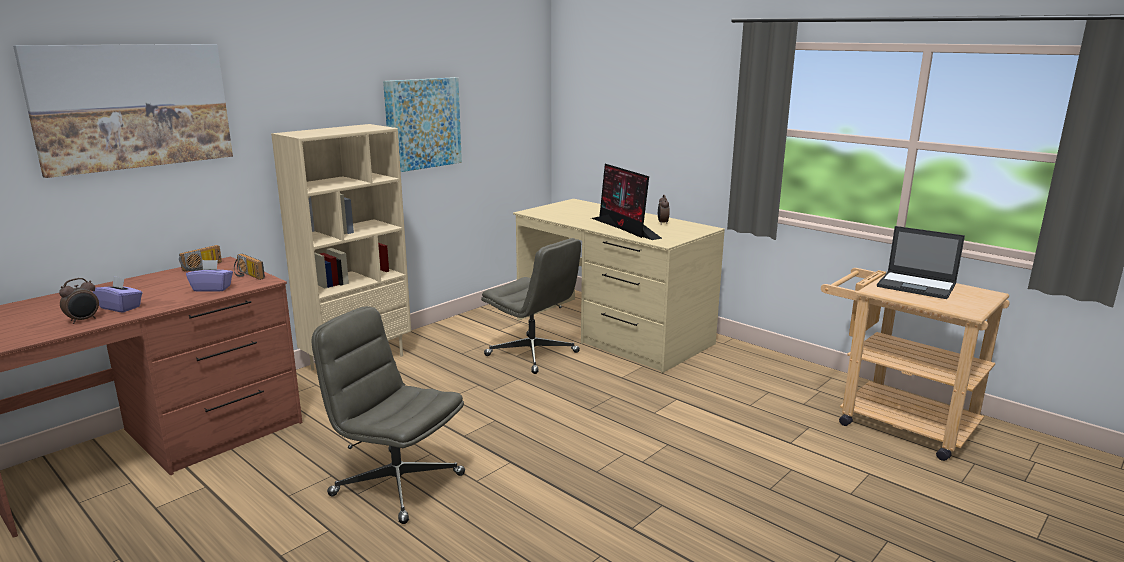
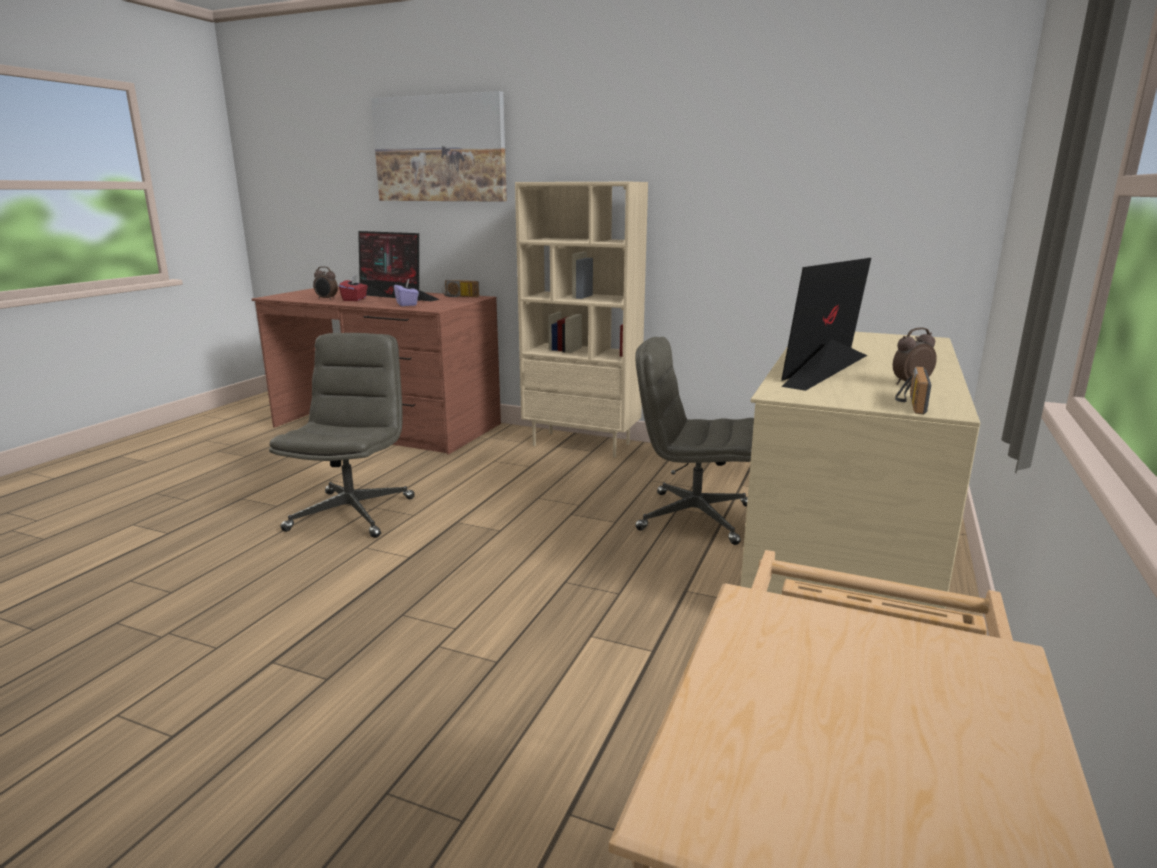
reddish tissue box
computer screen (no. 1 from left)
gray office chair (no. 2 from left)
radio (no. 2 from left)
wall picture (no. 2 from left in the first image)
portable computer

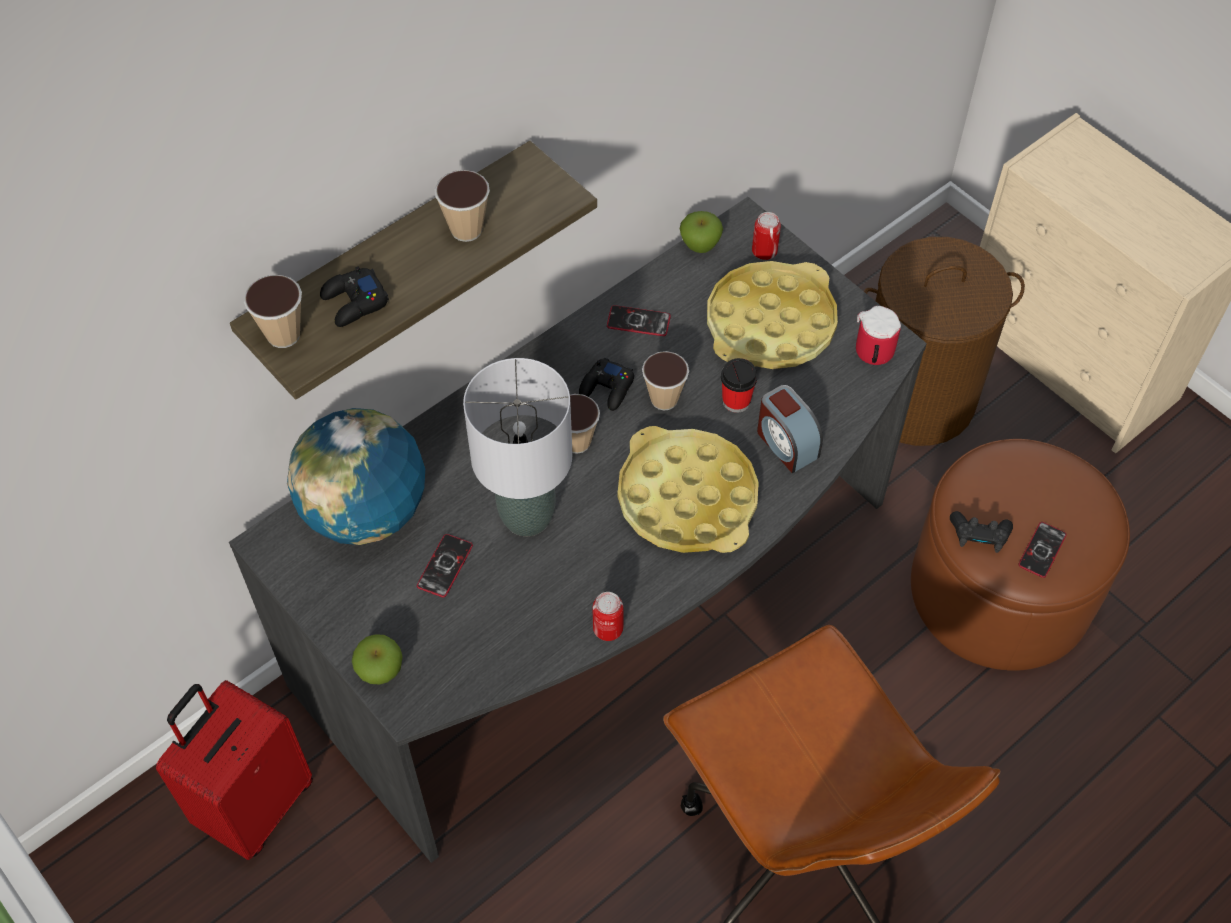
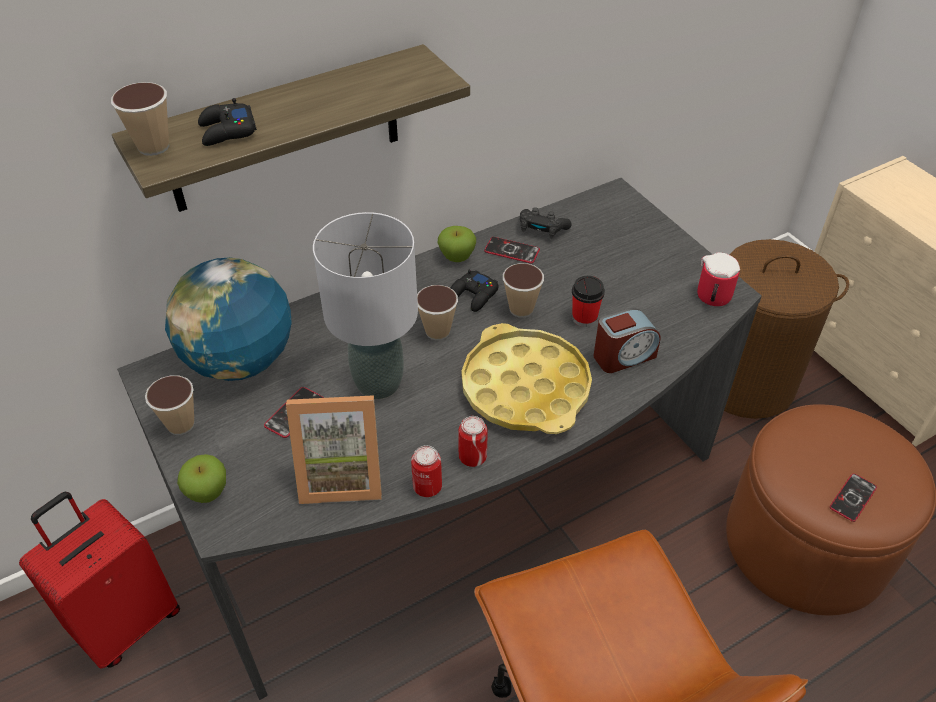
small cup (no. 2 from left)
picture frame
apple fruit (no. 2 from left)
metal can (no. 2 from left)
black game controller (no. 3 from left)
table clock
yellow-coloured serving tray (no. 2 from left in the first image)

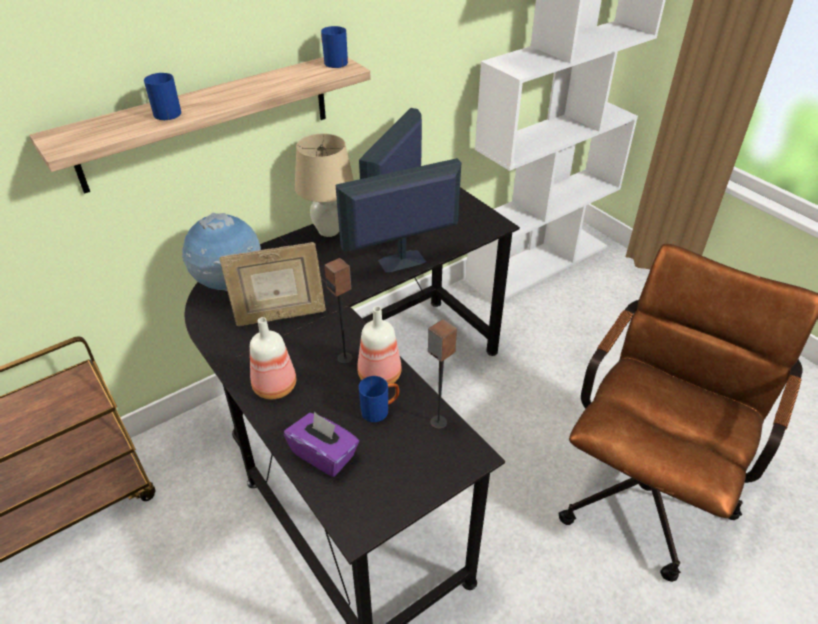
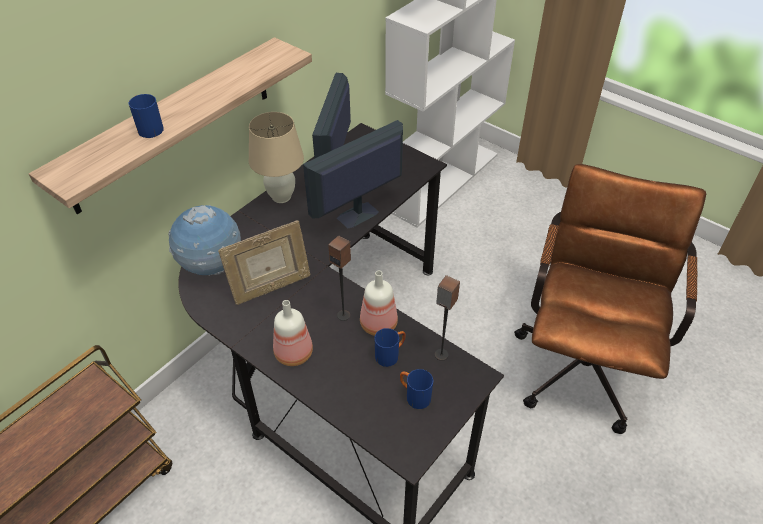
bluish tea mug (no. 3 from left)
purplish tissue box

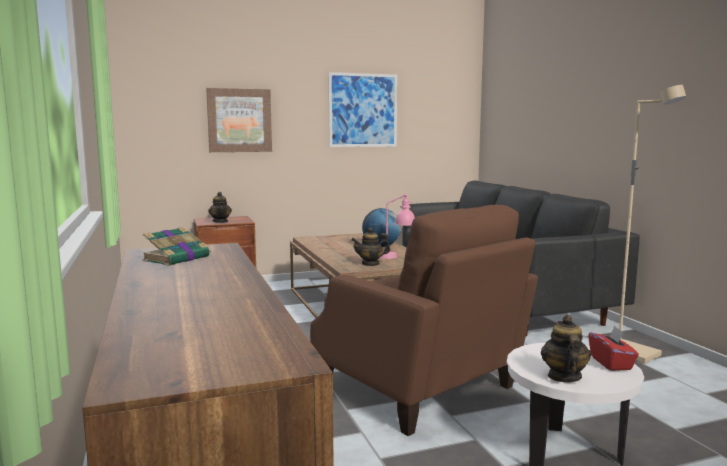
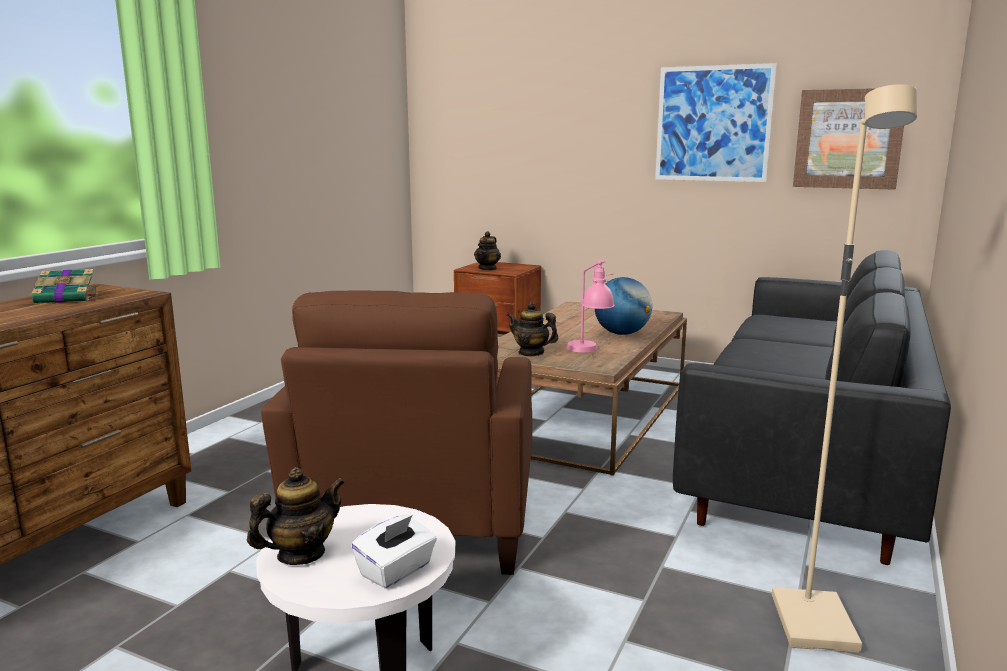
white tissue box
wall picture (no. 2 from left)

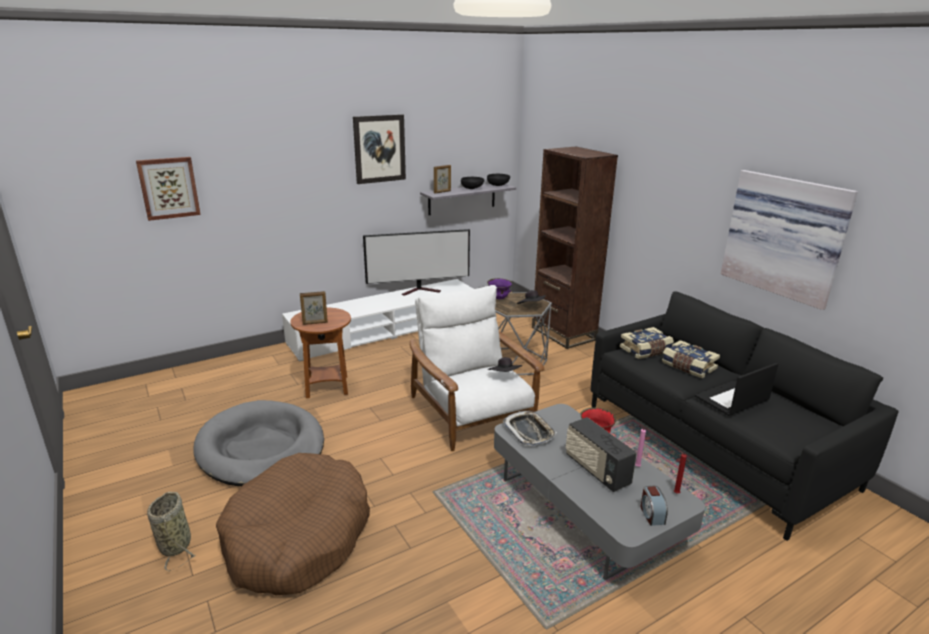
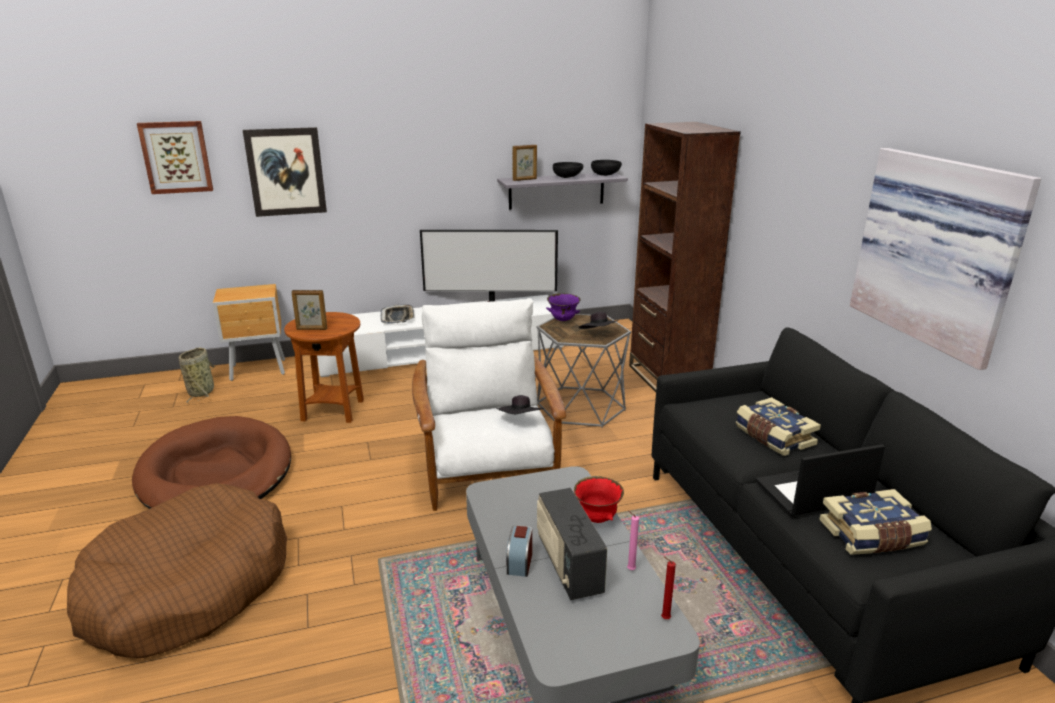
brown-coloured dog bed (no. 2 from left)
basket
brown-coloured bedside table
wall picture (no. 2 from left)
serving tray
table clock
book (no. 2 from left)

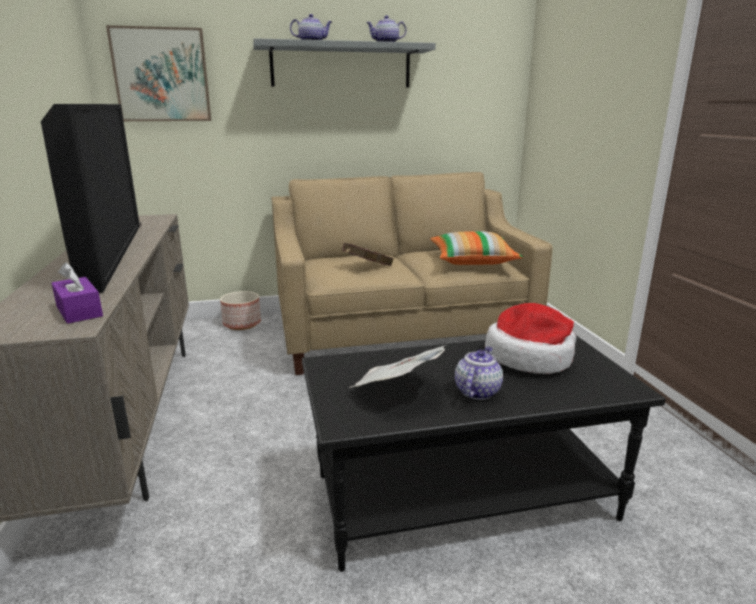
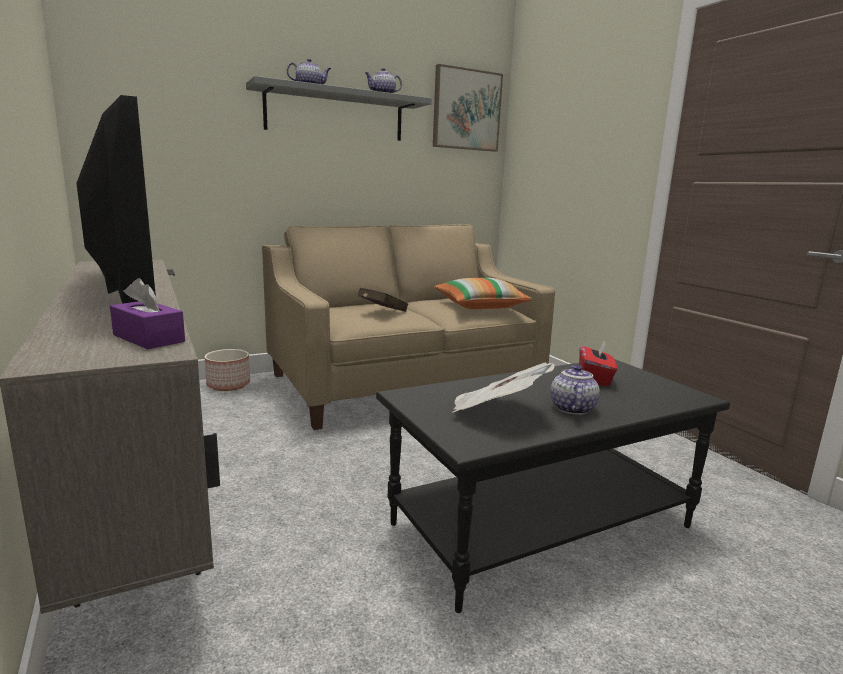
wall picture
reddish tissue box

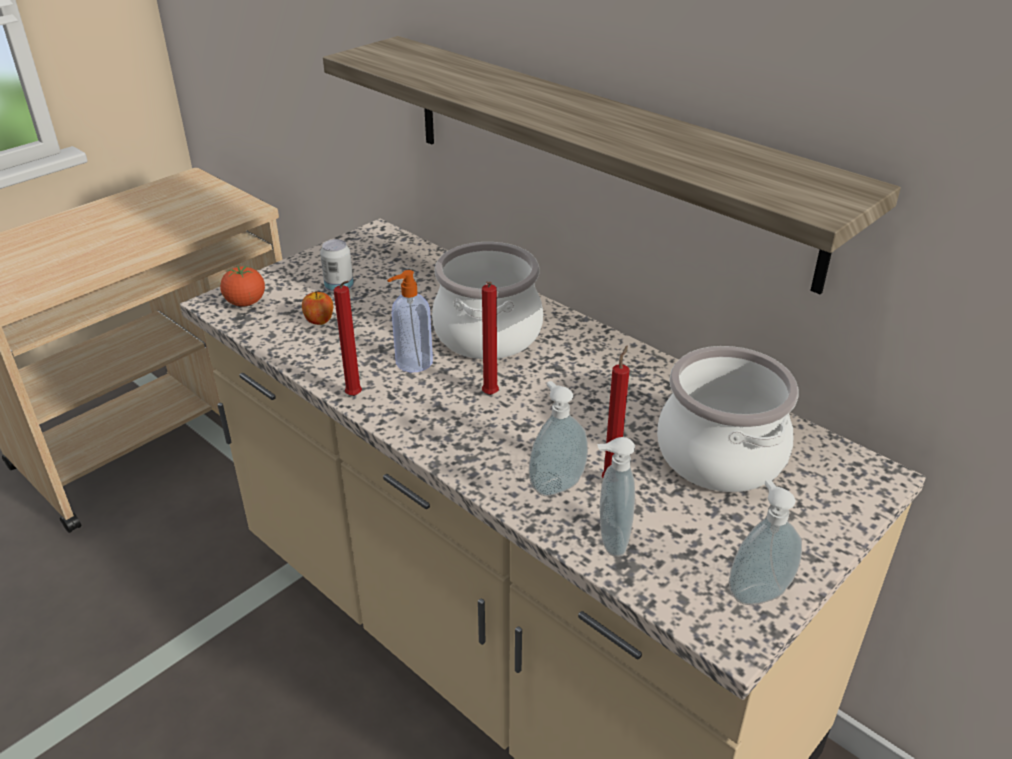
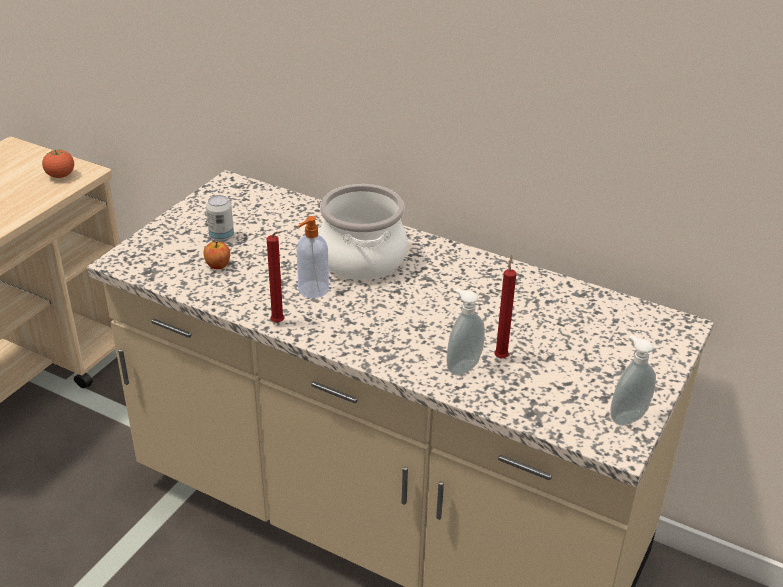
whole tomato
shelf
reddish wax light (no. 2 from left in the first image)
soap bottle (no. 3 from left in the first image)
saucepot (no. 2 from left in the first image)

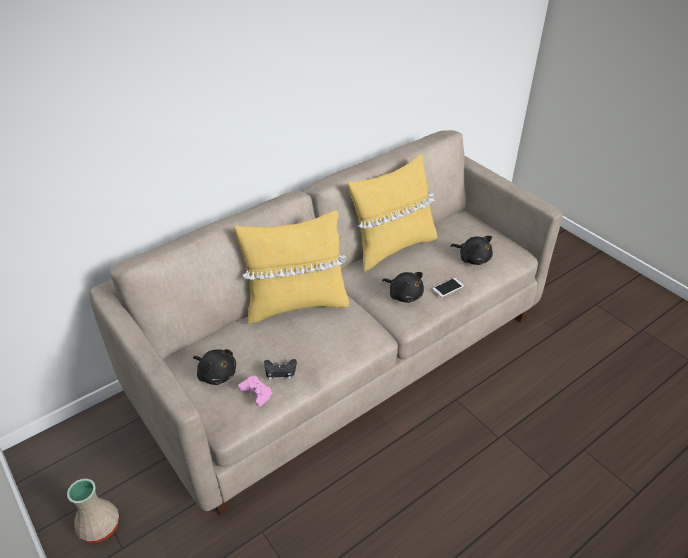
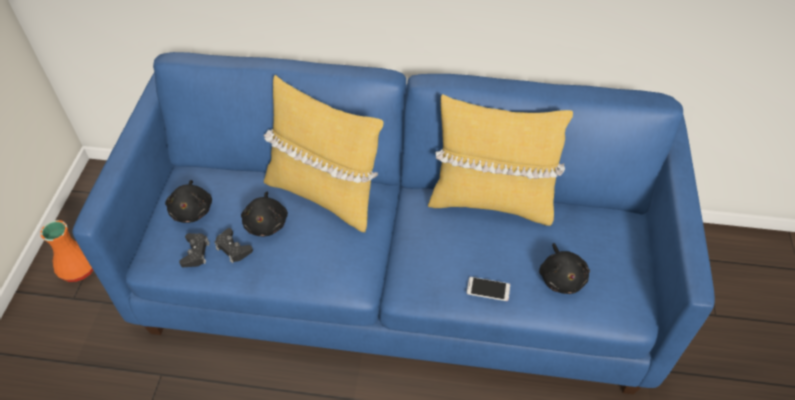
orange decorative vase
bluish couch
black game controller (no. 1 from left)
black cuddly toy (no. 2 from left)

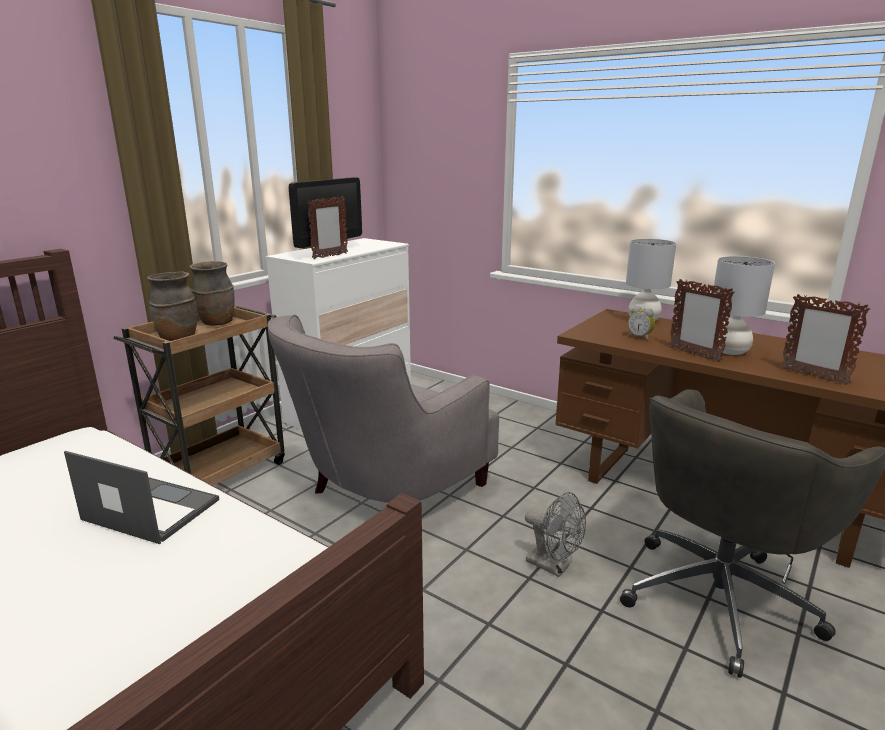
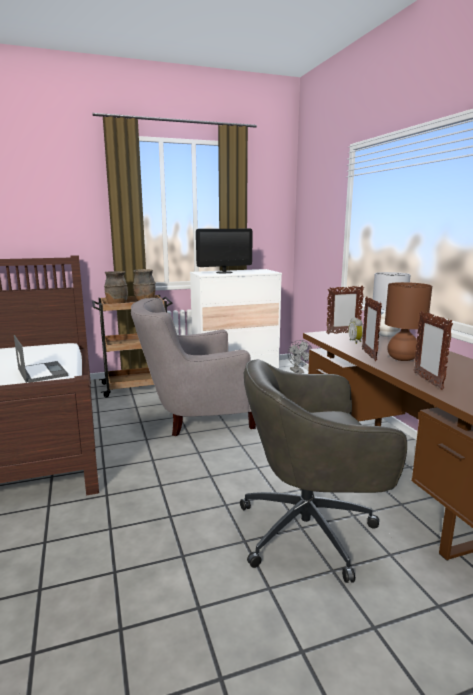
gray fan
picture frame (no. 1 from left)
brown-coloured table lamp

